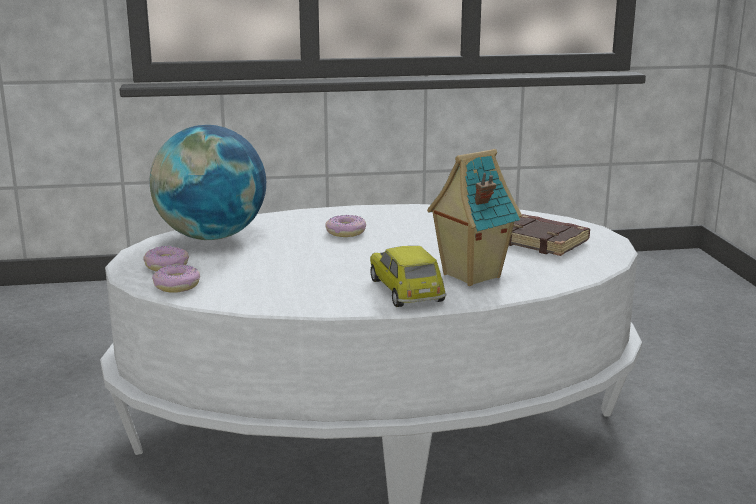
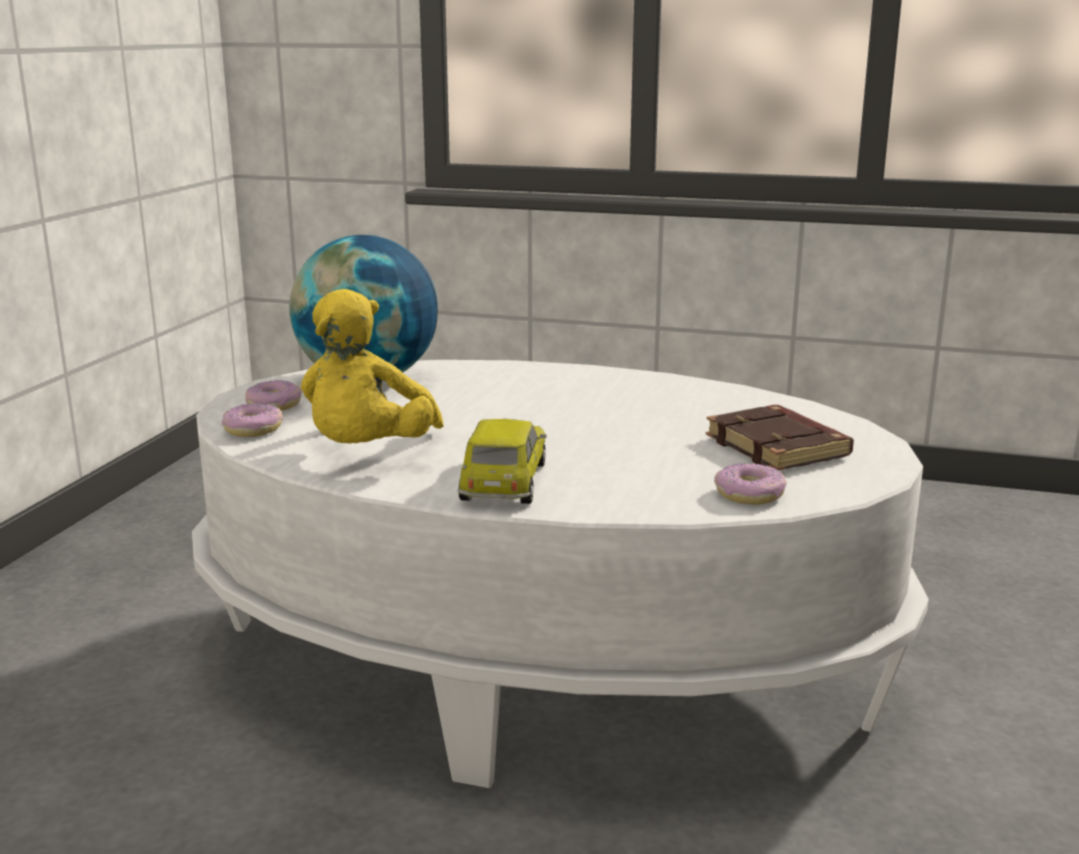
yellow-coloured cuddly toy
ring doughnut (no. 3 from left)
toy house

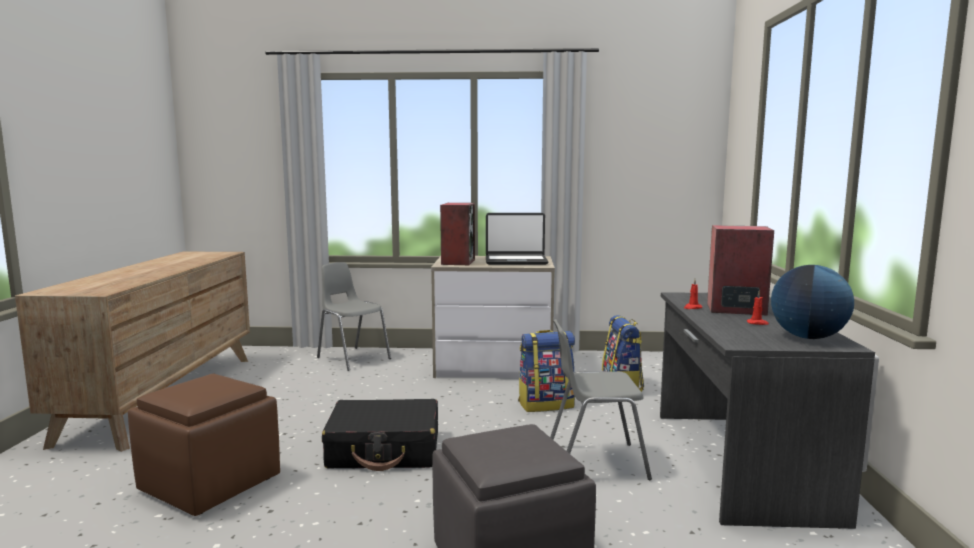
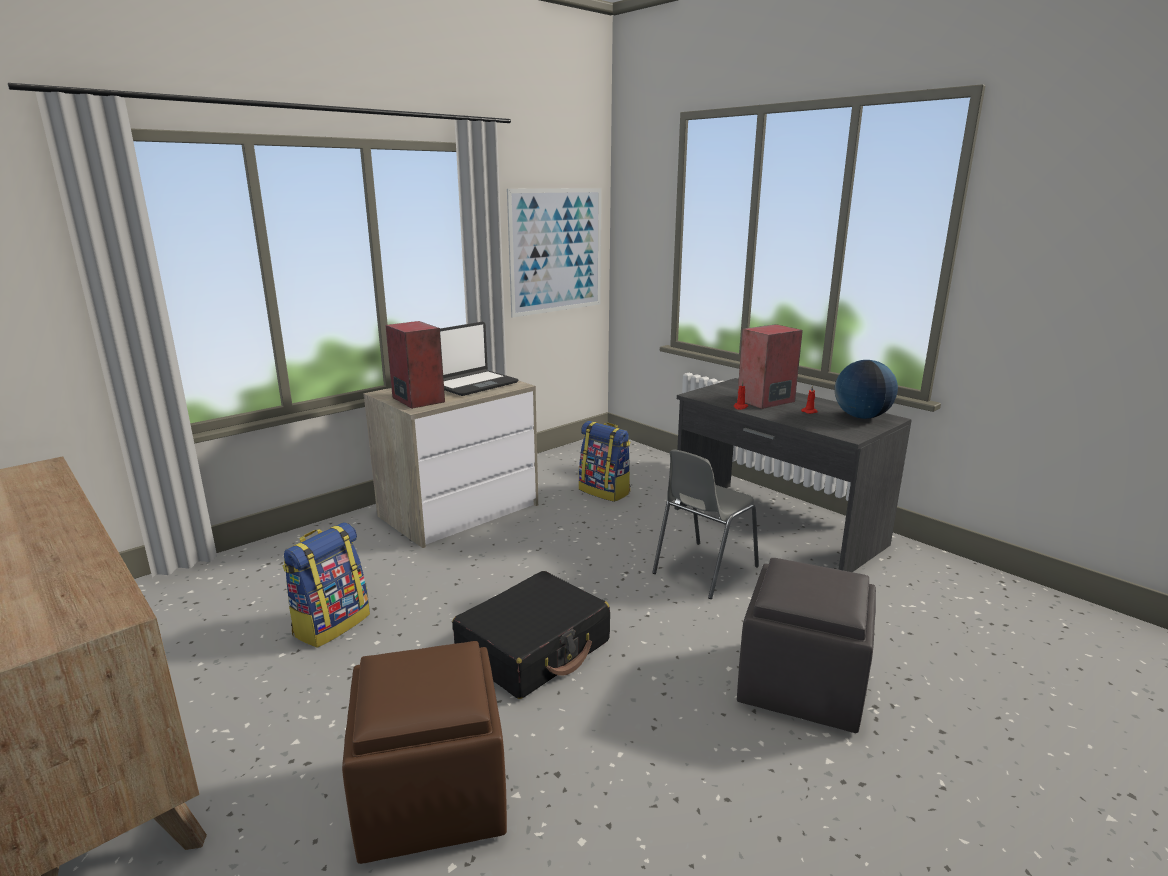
rucksack (no. 1 from left)
wall picture
gray plain chair (no. 1 from left in the first image)

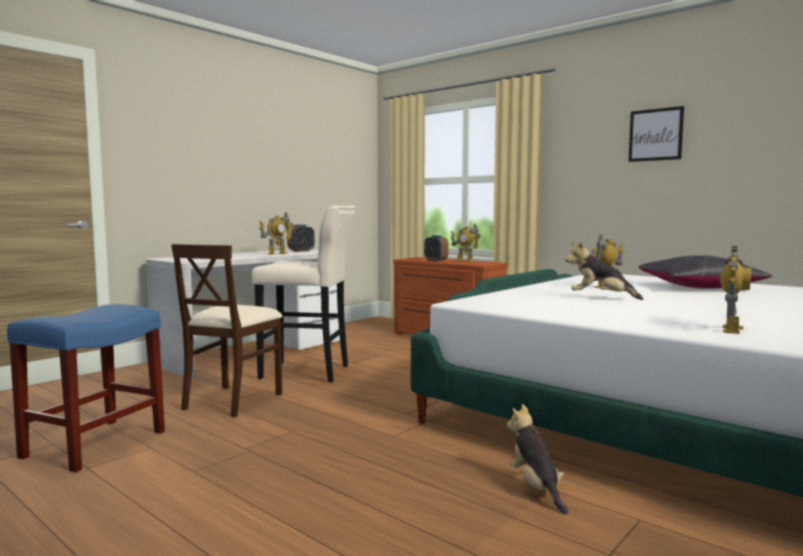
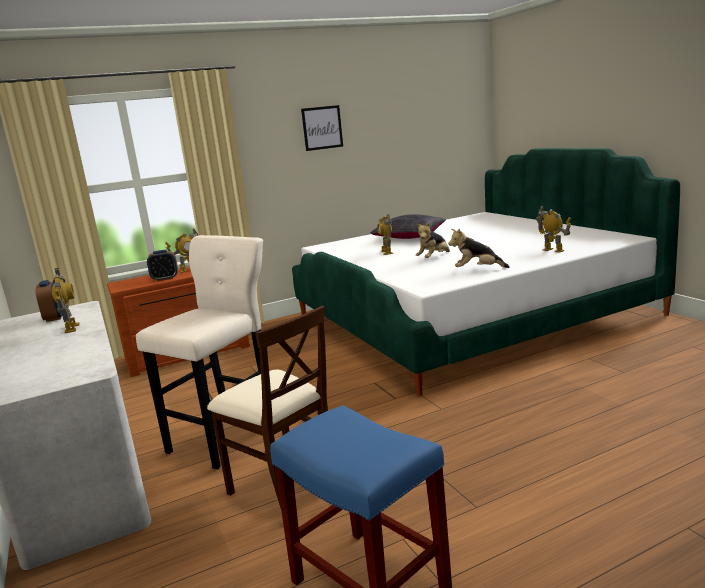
cuddly toy (no. 2 from left)

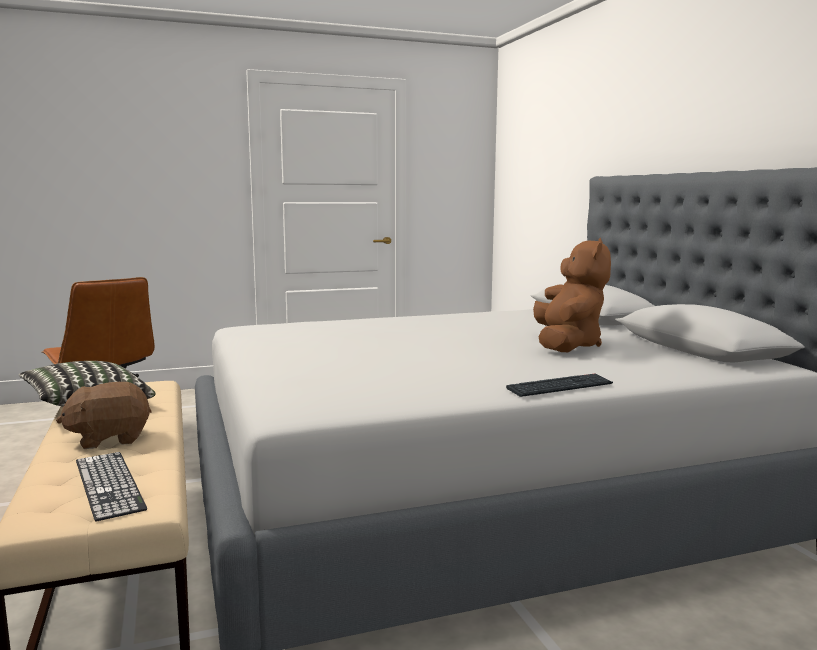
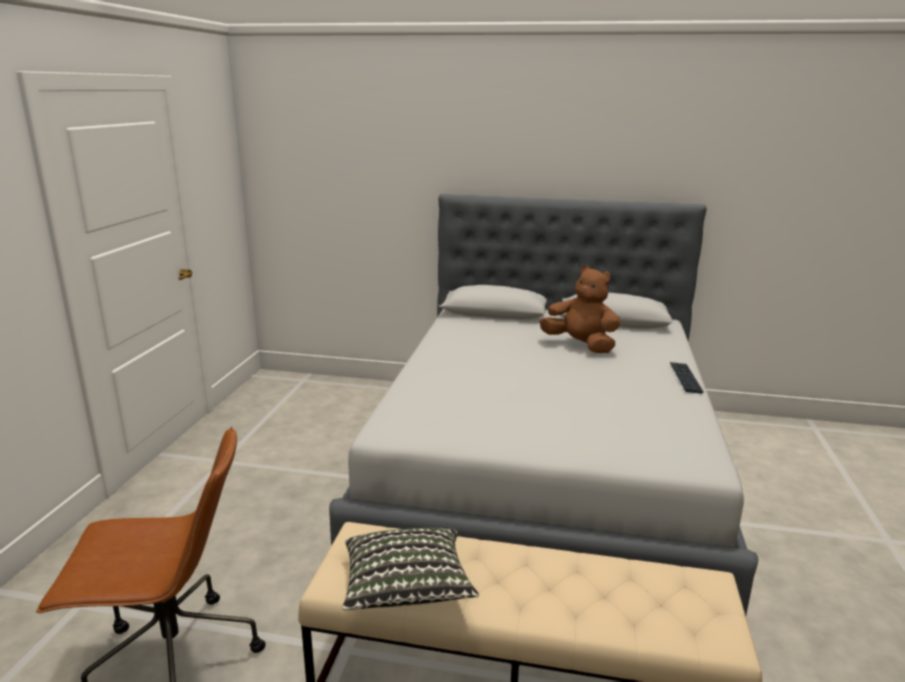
brown-coloured cuddly toy (no. 1 from left in the first image)
computer keyboard (no. 1 from left in the first image)

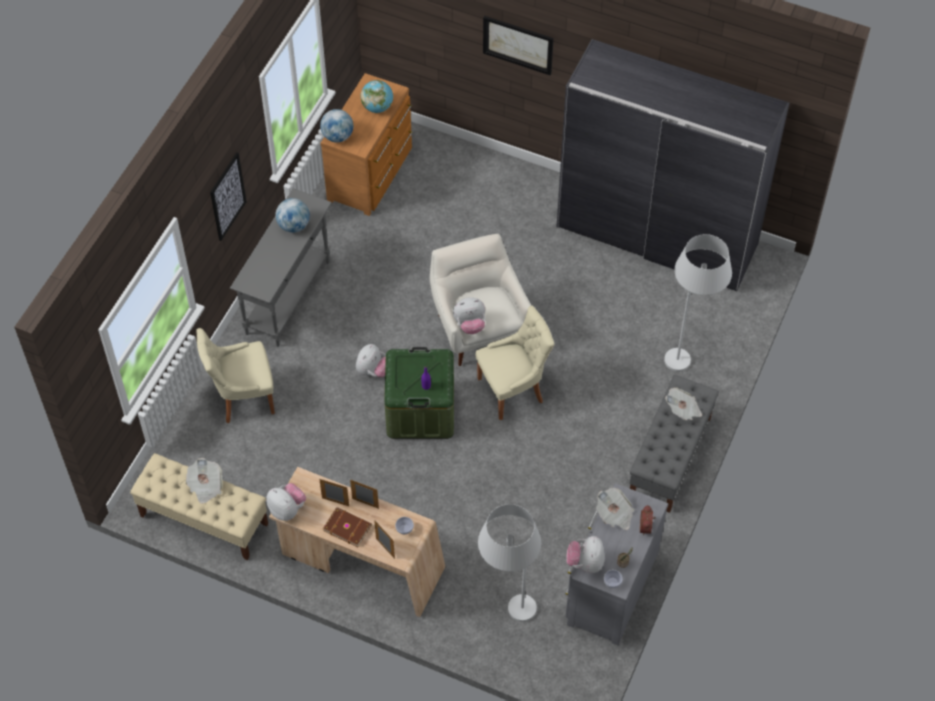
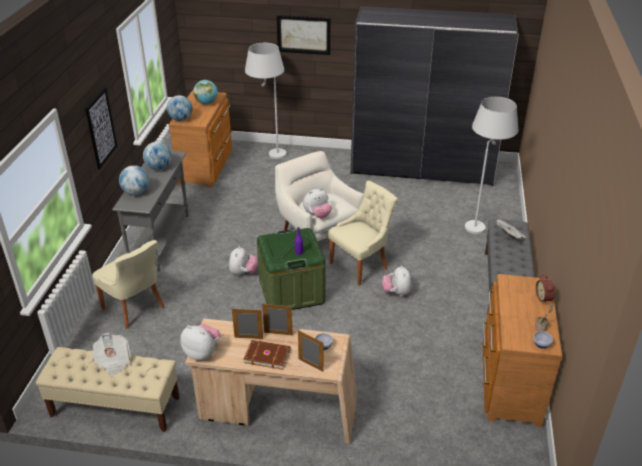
sand-coloured plain chair (no. 1 from left)
desk globe (no. 1 from left)
white standard lamp (no. 1 from left)
cuddly toy (no. 4 from left)
brown-coloured chest of drawers (no. 2 from left)
newspaper (no. 2 from left in the first image)

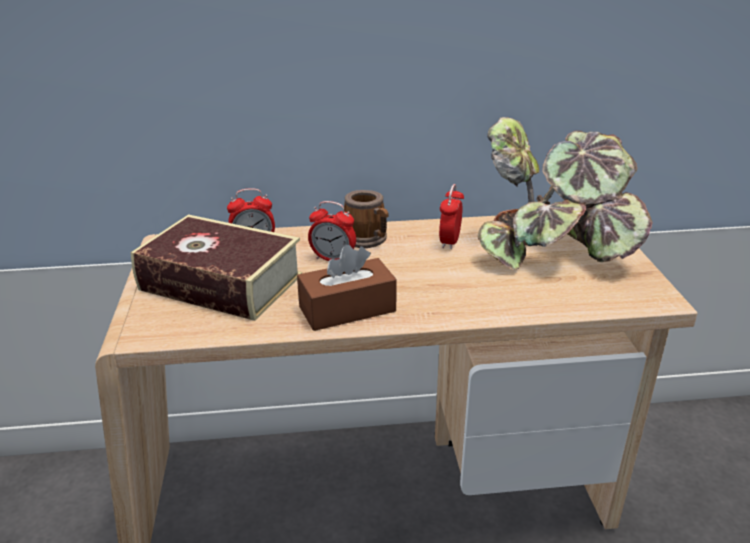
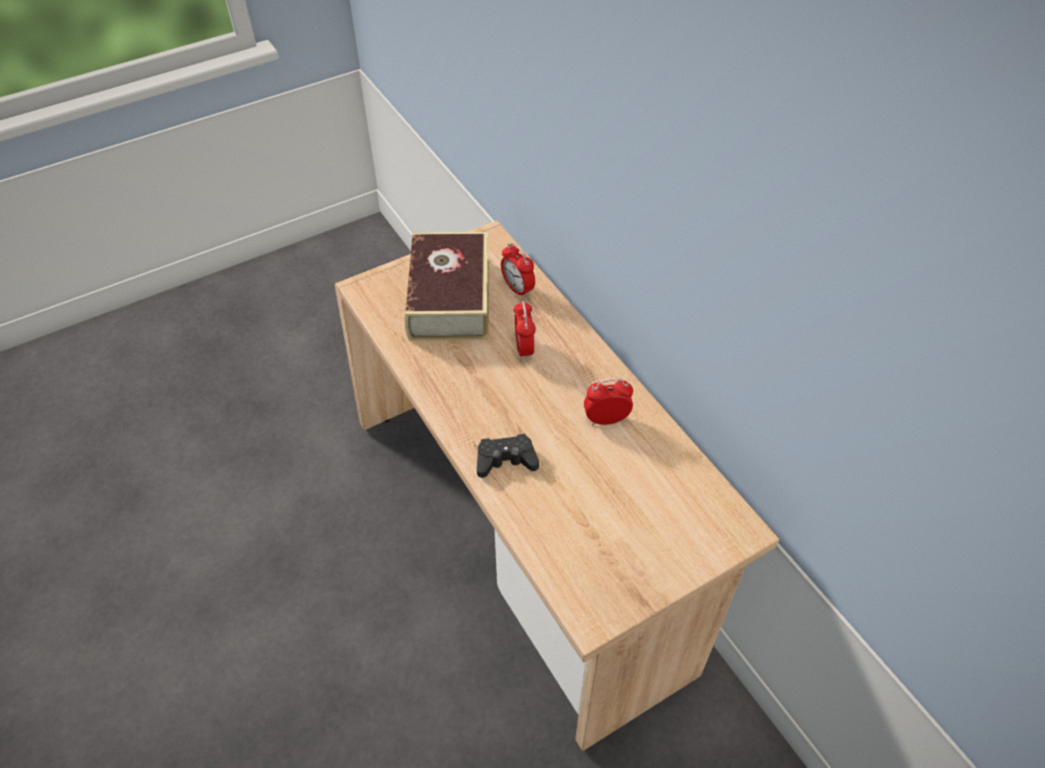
black game controller
brown-coloured tissue box
tea mug
plant in a pot

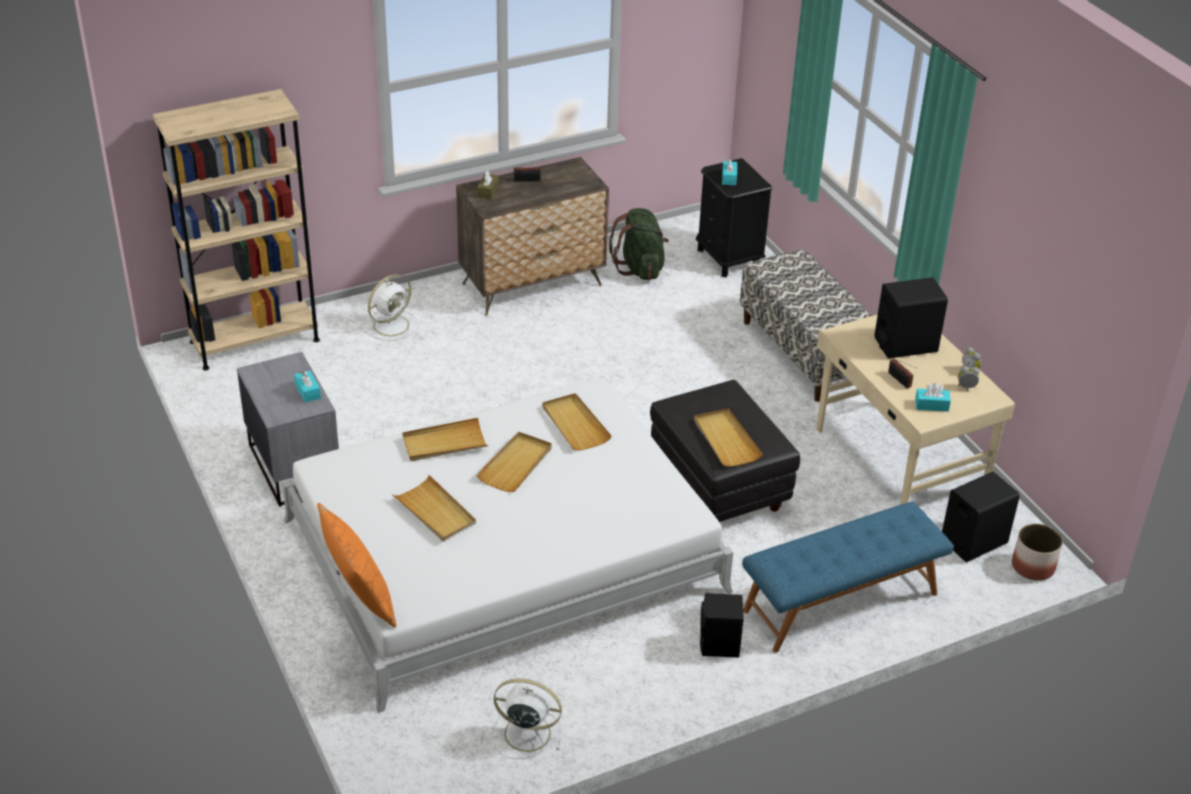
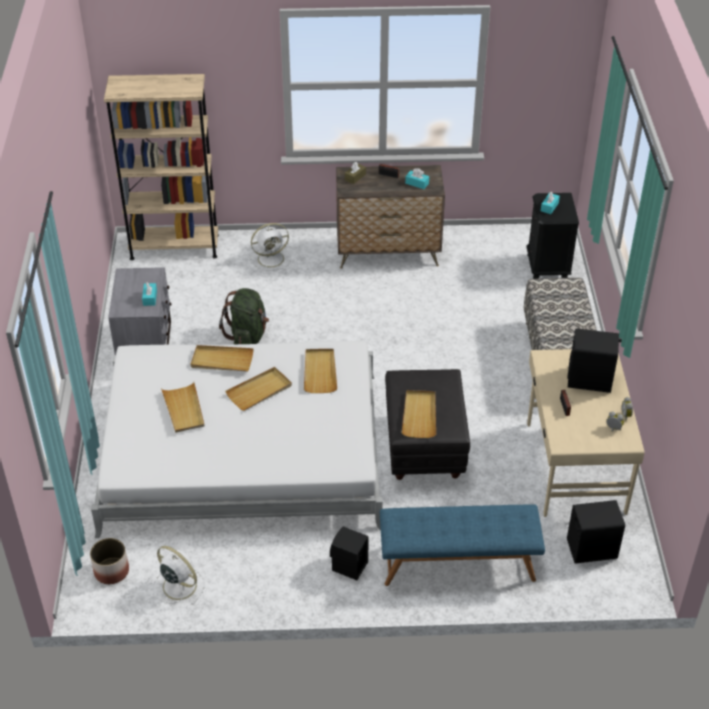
planter
greenish rucksack
turquoise tissue box (no. 2 from left)
orange pillow

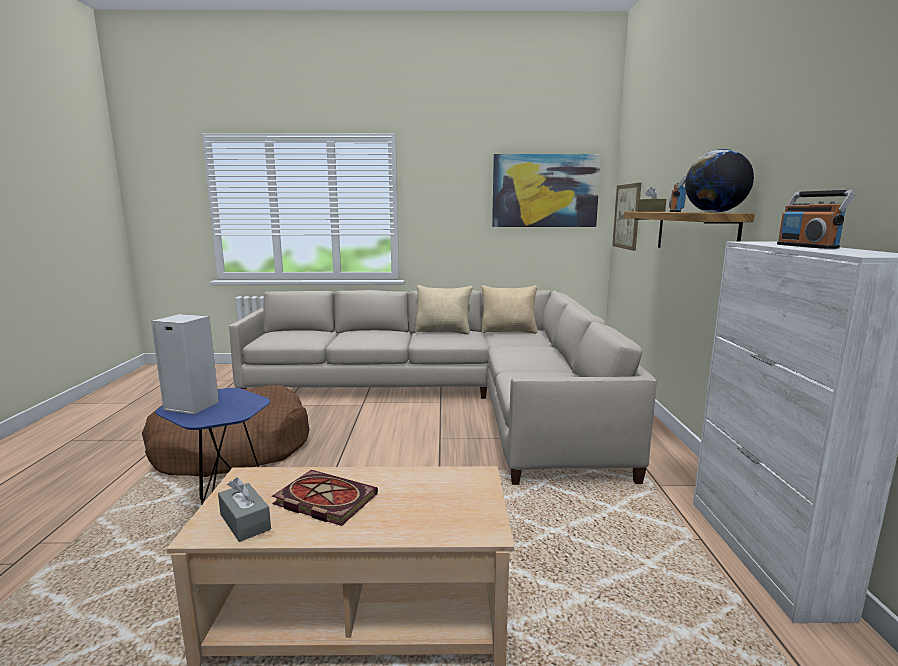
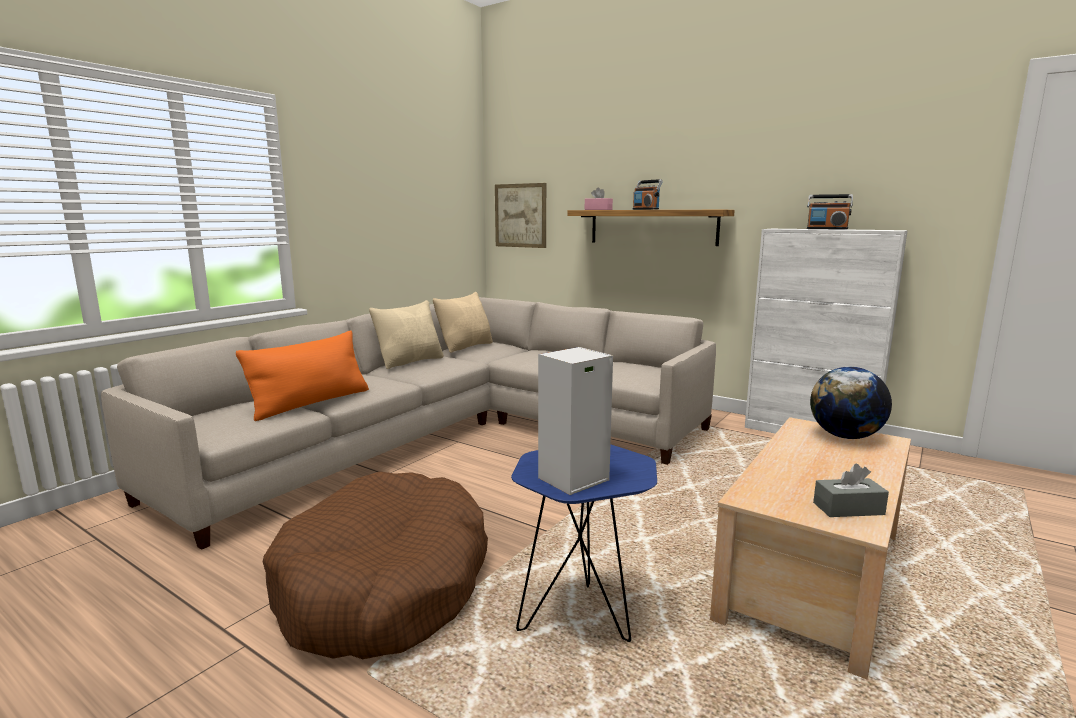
orange pillow
pink tissue box
desk globe
book
wall picture (no. 1 from left in the first image)

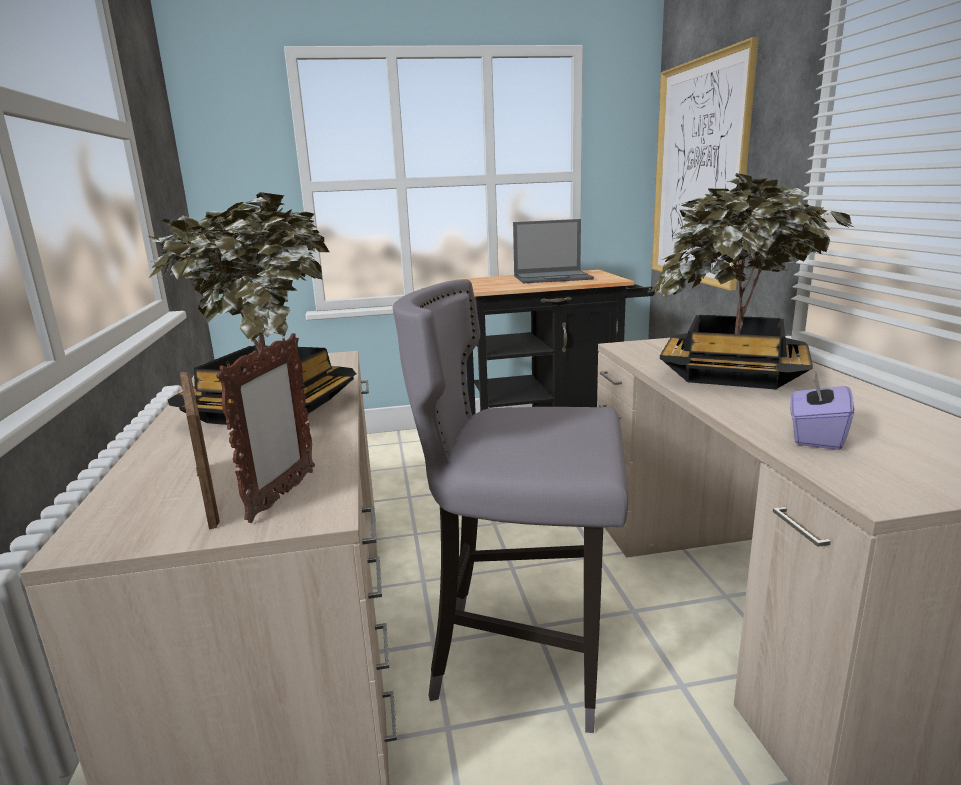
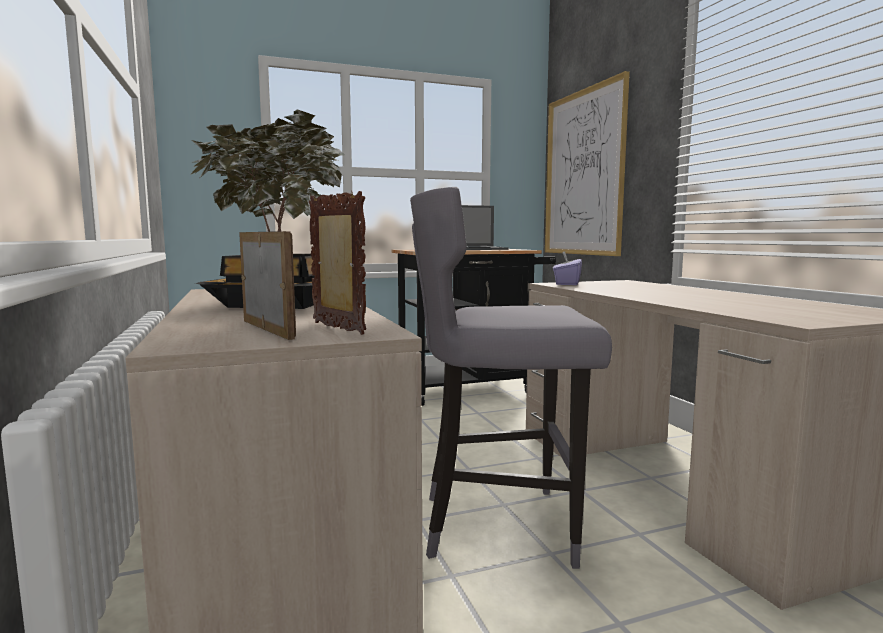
picture frame (no. 2 from left)
purplish tissue box
plant in a pot (no. 2 from left in the first image)

